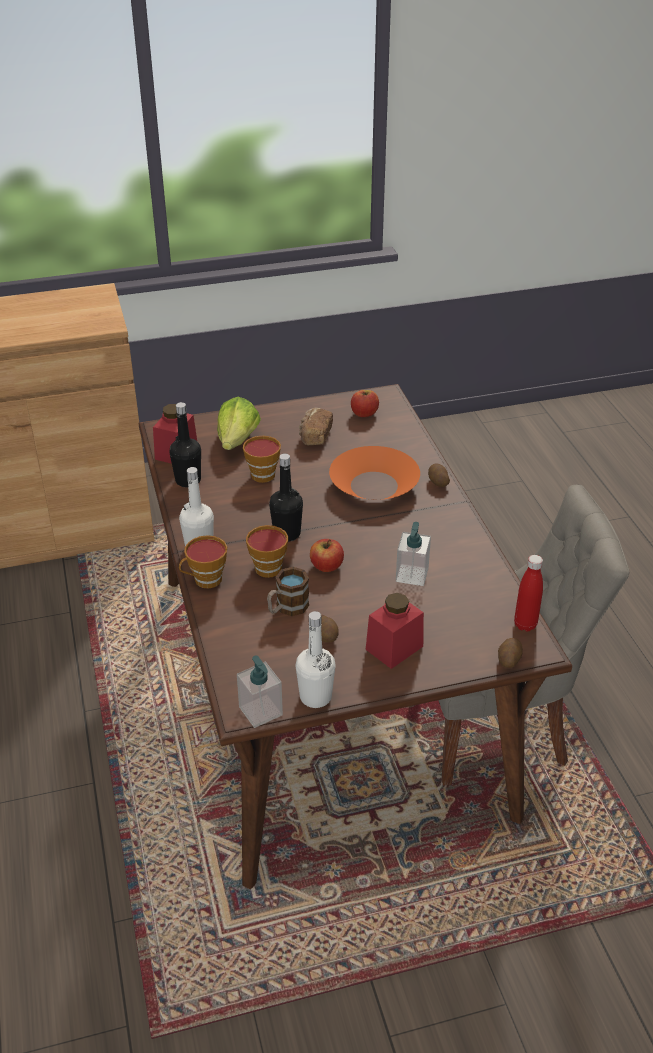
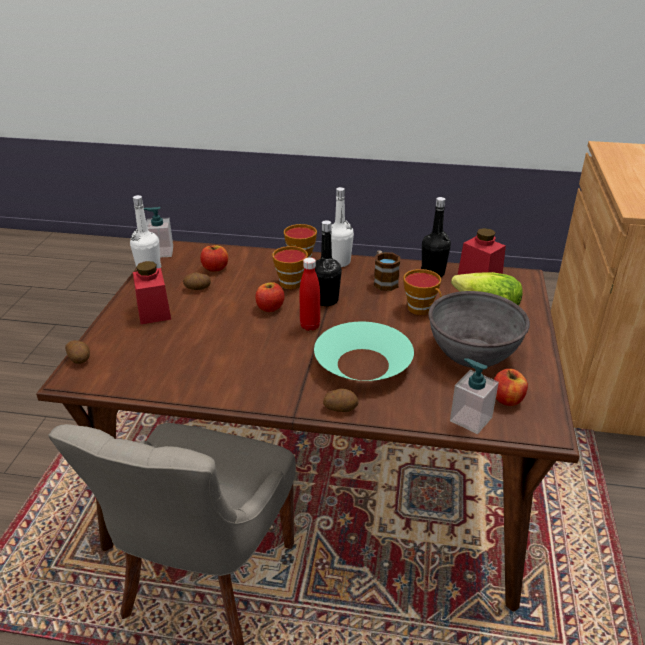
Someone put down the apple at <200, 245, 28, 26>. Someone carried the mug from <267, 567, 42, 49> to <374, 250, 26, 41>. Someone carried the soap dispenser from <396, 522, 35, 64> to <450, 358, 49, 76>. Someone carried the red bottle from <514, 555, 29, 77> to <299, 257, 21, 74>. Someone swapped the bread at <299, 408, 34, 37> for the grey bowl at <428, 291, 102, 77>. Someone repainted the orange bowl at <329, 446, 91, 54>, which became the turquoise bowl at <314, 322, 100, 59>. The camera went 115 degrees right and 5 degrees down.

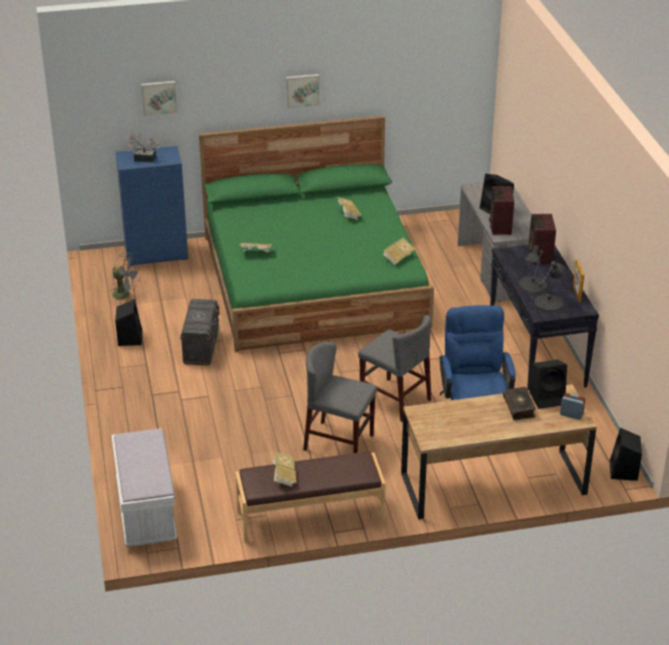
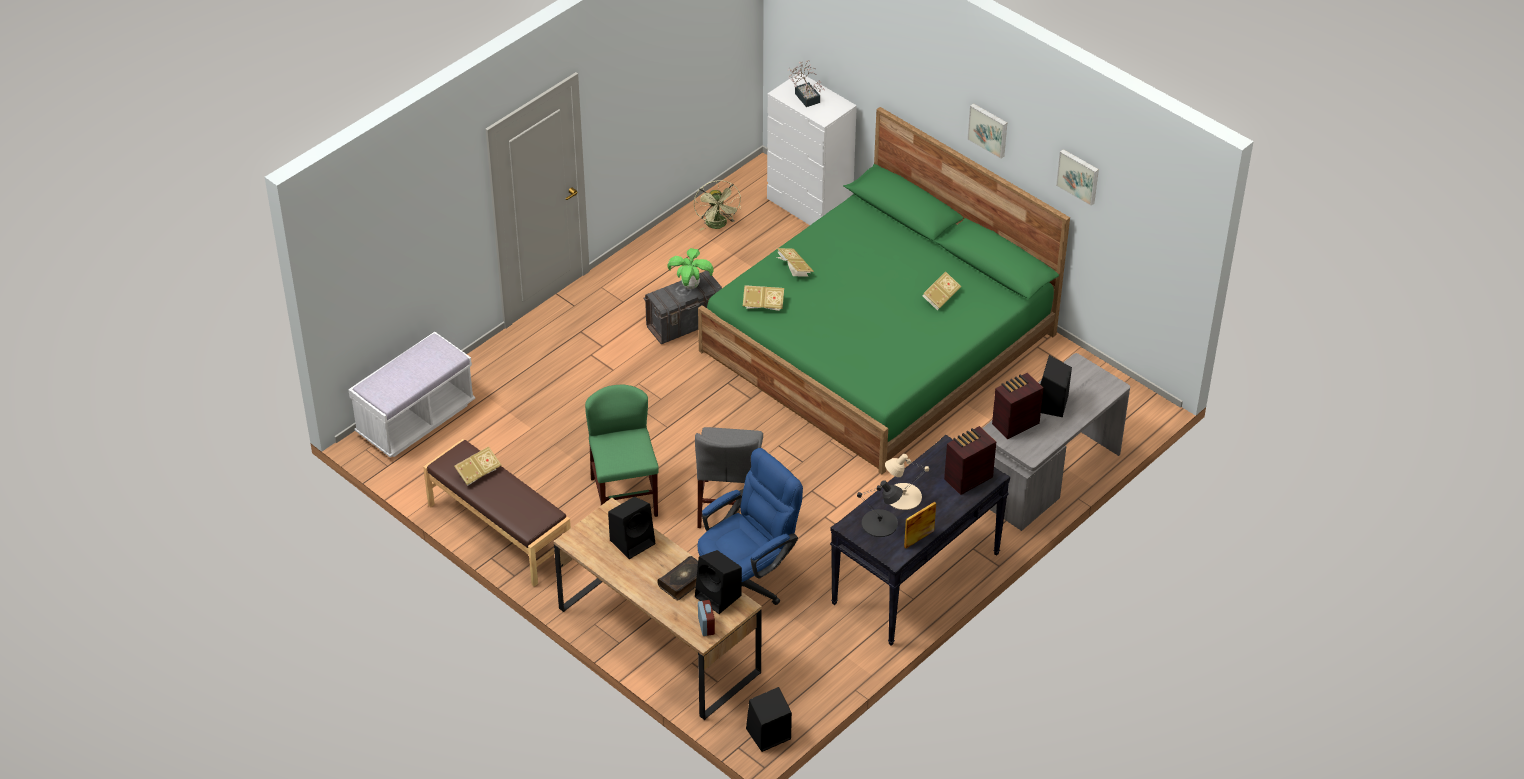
Someone put down the potted plant at <667, 248, 47, 41>. Someone carried the black speaker from <115, 299, 28, 47> to <608, 497, 48, 62>. Someone carried the picture from <141, 81, 36, 35> to <1056, 149, 43, 57>. Someone carried the book from <383, 238, 33, 27> to <743, 285, 41, 26>. Someone repainted the grey fan at <112, 253, 29, 51>, which became the green fan at <694, 180, 47, 51>. Someone repainted the blue dresser at <116, 146, 72, 120>, which became the white dresser at <767, 74, 90, 151>. Someone repainted the grey chair at <303, 342, 74, 111>, which became the green chair at <585, 385, 74, 132>. Someone repainted the black table lamp at <519, 245, 28, 48>, which became the beige table lamp at <885, 454, 44, 56>. The camera went 55 degrees right and 10 degrees up.

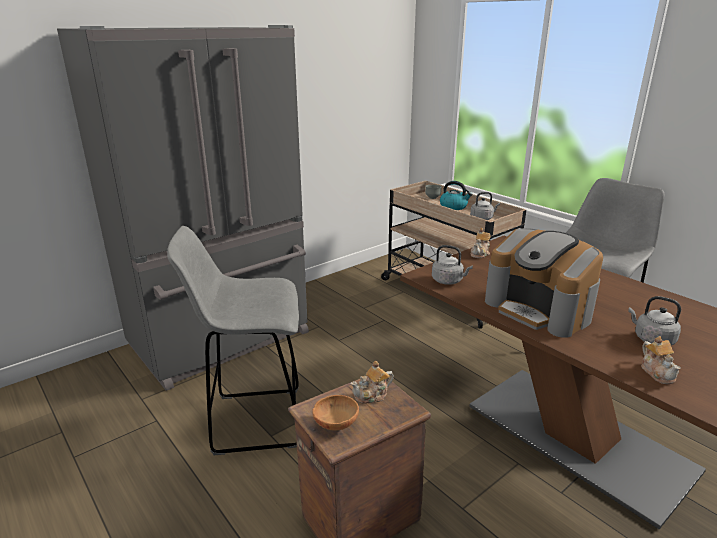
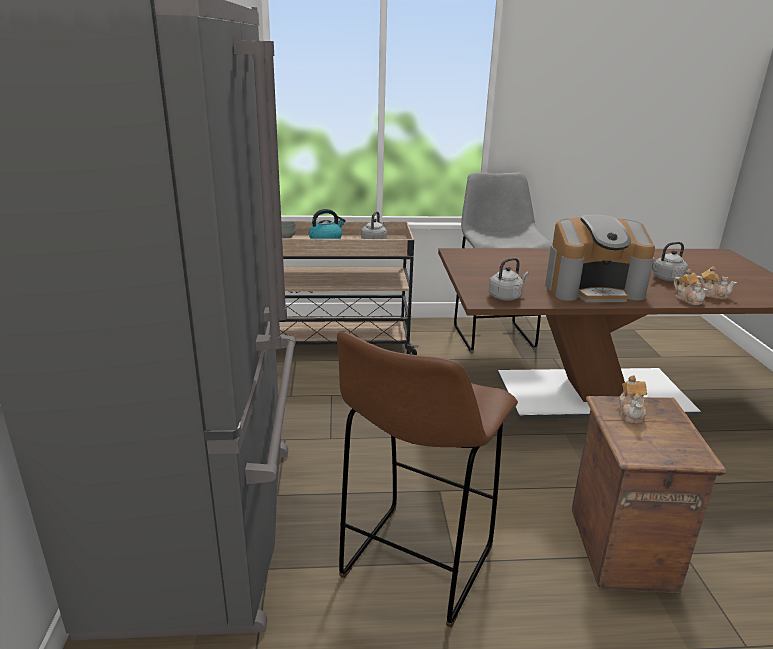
Someone took away the brown bowl at <312, 395, 47, 36>. Someone carried the teapot from <471, 228, 20, 30> to <674, 269, 34, 36>. Someone repainted the grey stool at <167, 226, 132, 229>, which became the brown stool at <337, 332, 181, 296>. The camera went 55 degrees left and 0 degrees up.

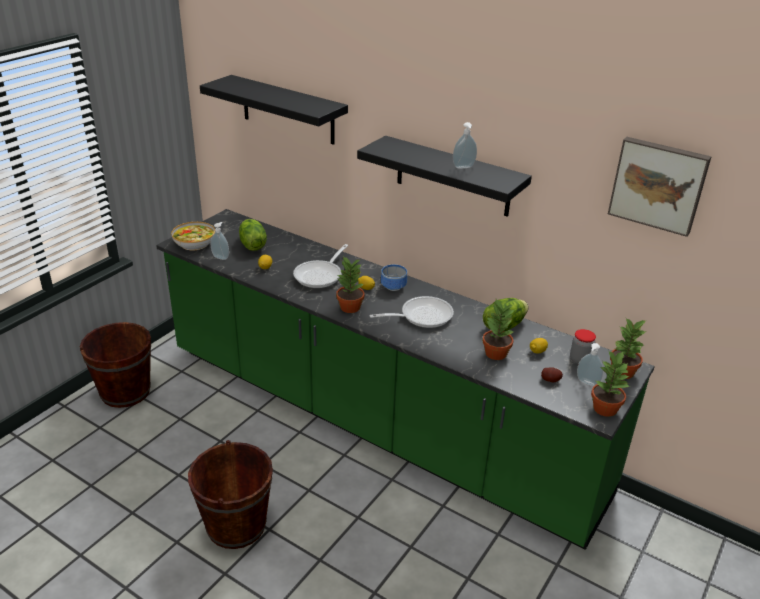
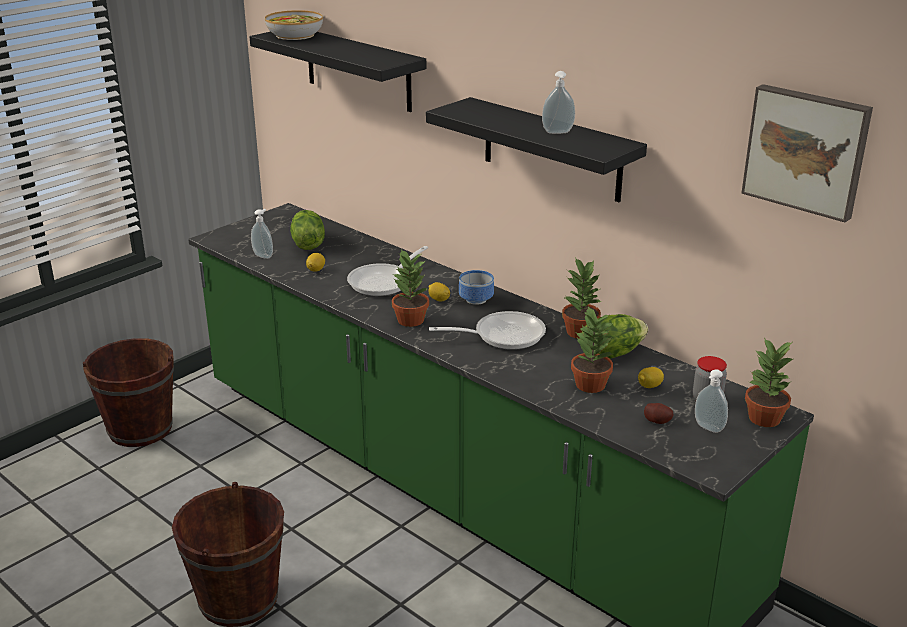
Someone carried the bowl from <171, 222, 44, 28> to <265, 10, 58, 30>. Someone carried the potted plant from <591, 352, 38, 65> to <562, 257, 41, 82>. The camera went 10 degrees right and 5 degrees down.

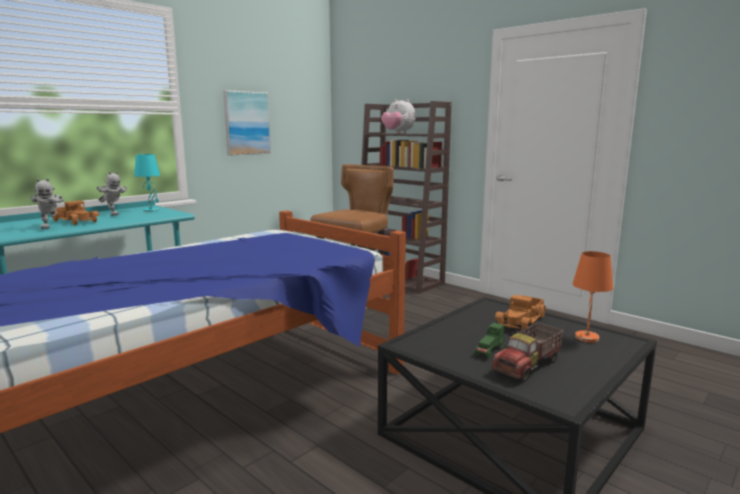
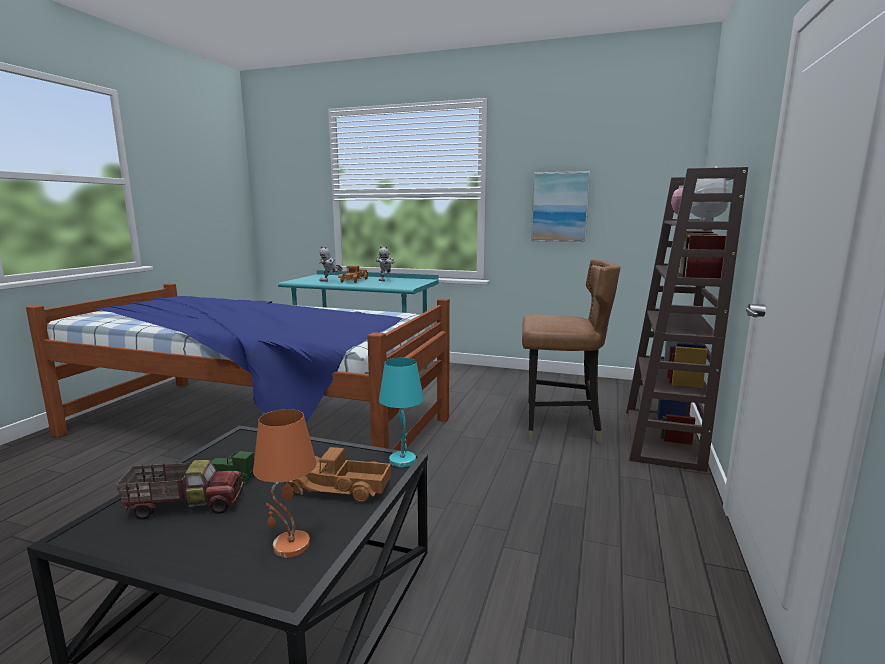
Someone carried the turquoise table lamp from <134, 154, 26, 58> to <379, 358, 45, 109>. Someone rotated the toy truck at <492, 322, 72, 60> by 150 degrees clockwise. The camera went 65 degrees right and 0 degrees up.

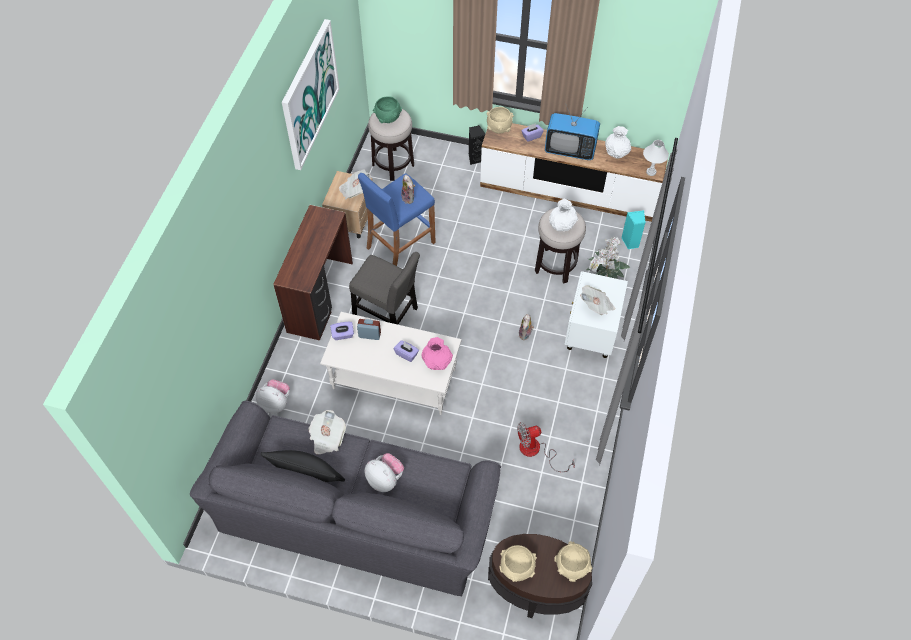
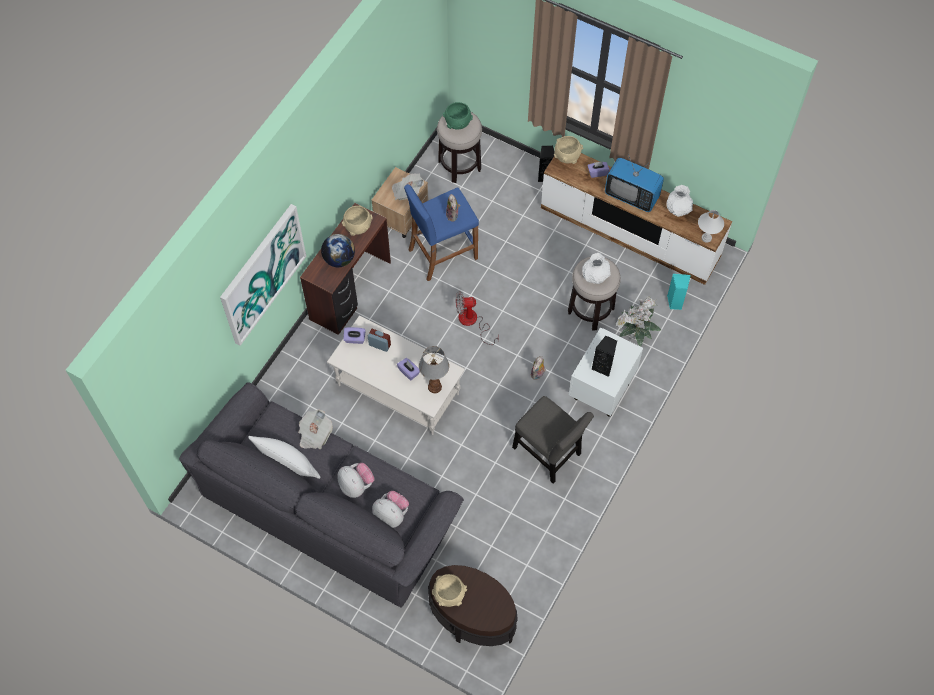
Someone put down the globe at <321, 234, 34, 33>. Someone carried the plush toy from <256, 379, 34, 34> to <372, 491, 37, 37>. Someone carried the picture from <282, 19, 58, 151> to <220, 204, 86, 142>. Someone carried the grey chair from <349, 252, 71, 72> to <512, 396, 82, 88>. Someone carried the fan from <517, 422, 58, 50> to <456, 291, 43, 54>. Someone carried the beige bowl from <554, 541, 39, 41> to <342, 205, 31, 31>. Someone swapped the pink vase at <422, 337, 31, 33> for the table lamp at <419, 346, 30, 47>. Someone swapped the newspaper at <580, 285, 35, 30> for the black speaker at <592, 336, 25, 41>. Someone repainted the black pillow at <261, 450, 84, 32>, which became the white pillow at <248, 436, 72, 43>. The camera went 15 degrees right and 5 degrees up.

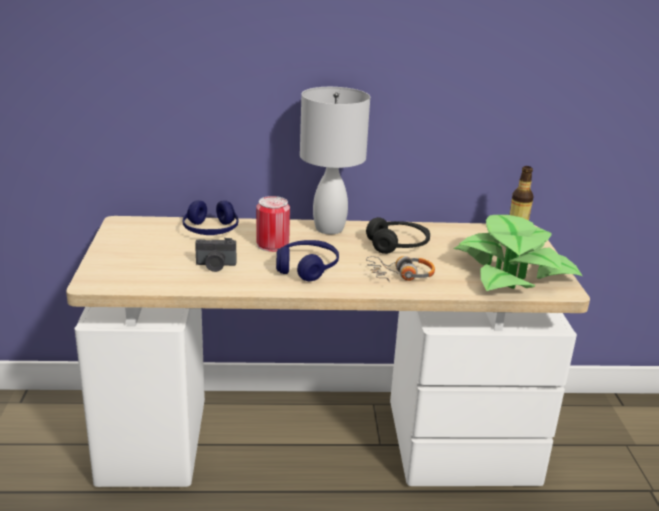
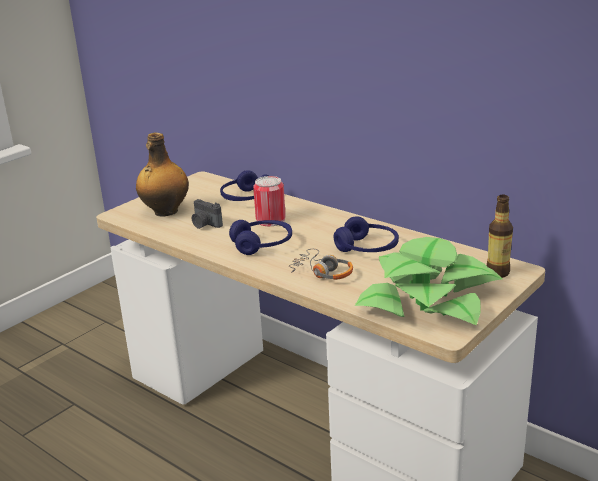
Someone took away the white table lamp at <300, 87, 70, 147>. Someone put down the bottle at <136, 133, 53, 84>. Someone repainted the black headphones at <366, 217, 64, 37>, which became the blue headphones at <334, 216, 65, 36>. The camera went 45 degrees right and 0 degrees up.

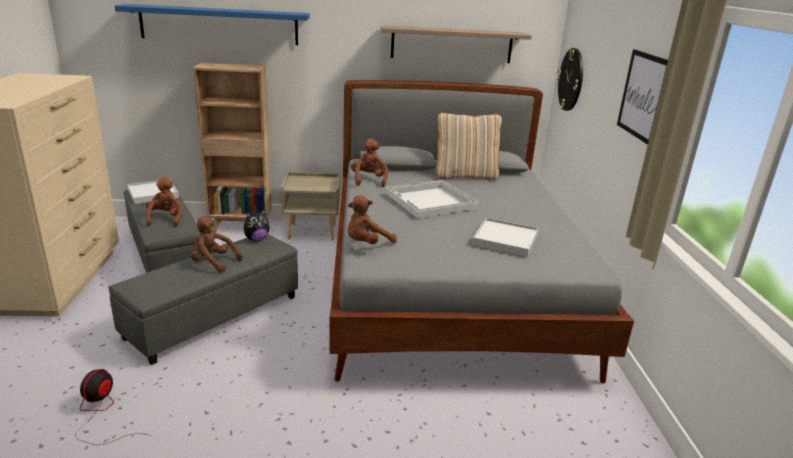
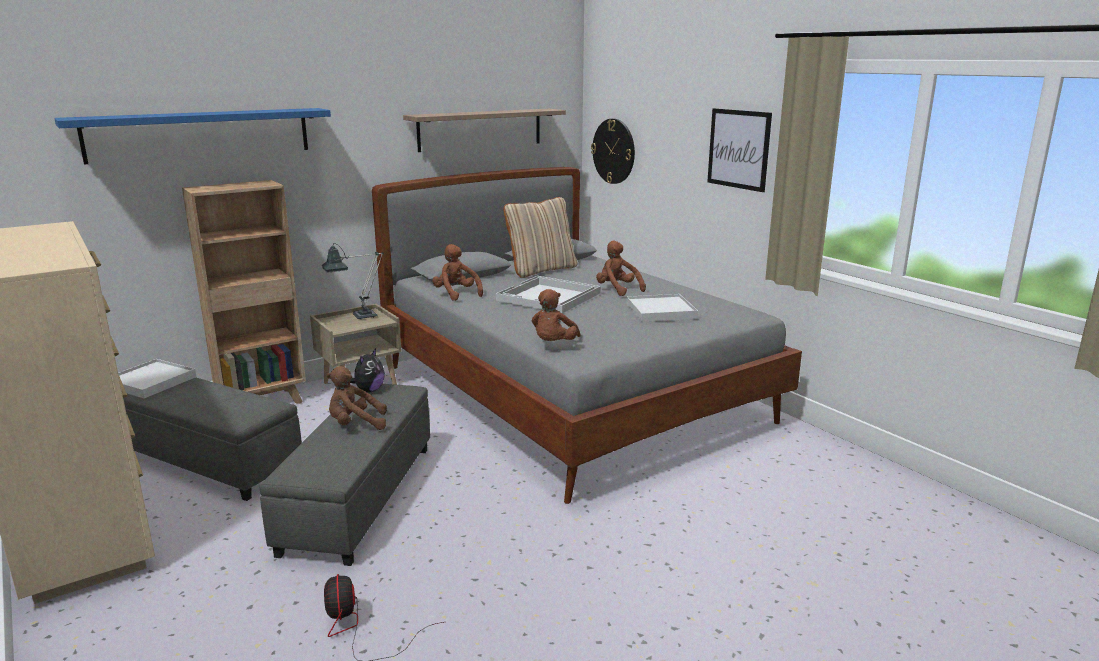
Someone put down the table lamp at <322, 243, 62, 76>. Someone carried the brown plush toy from <145, 177, 37, 50> to <596, 241, 50, 55>. The camera went 30 degrees left and 5 degrees down.

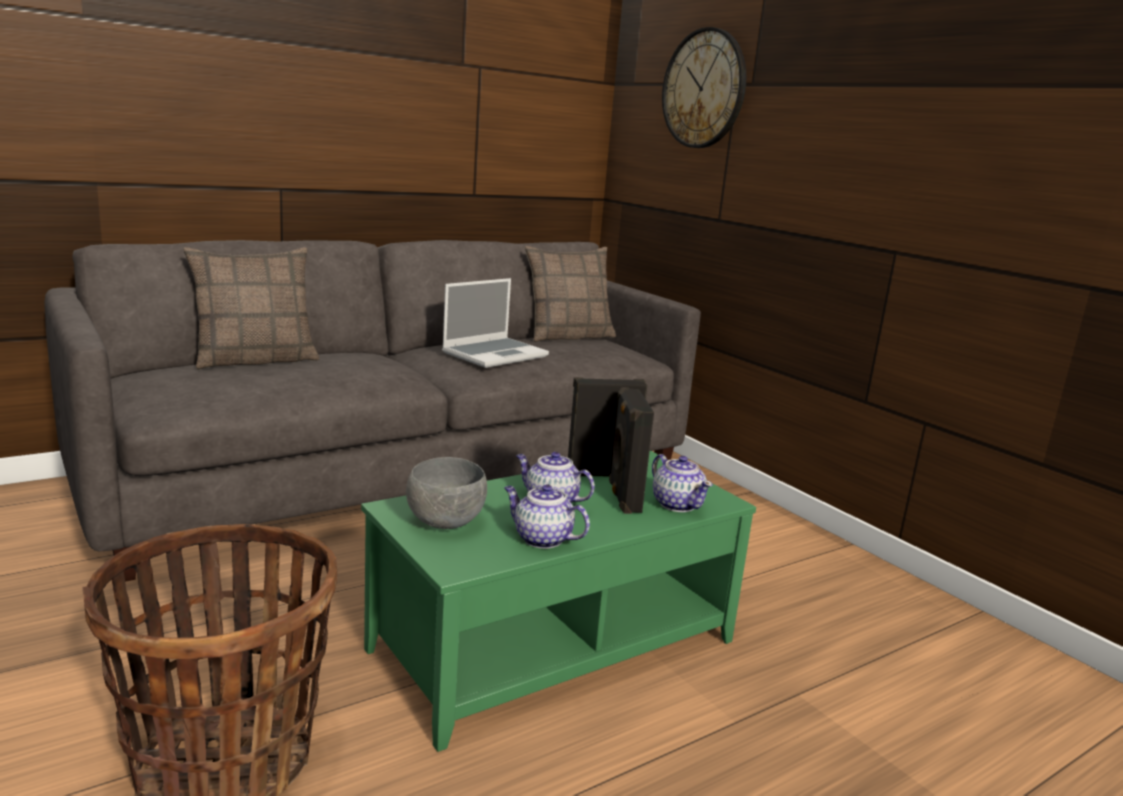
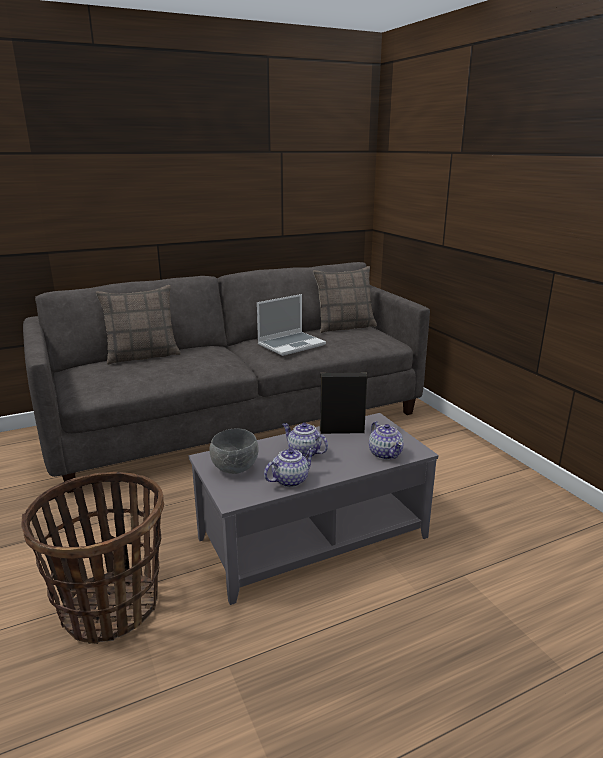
Someone took away the black speaker at <609, 387, 45, 127>. Someone took away the wall clock at <662, 27, 84, 121>. Someone repainted the green coffee table at <361, 451, 395, 301>, which became the grey coffee table at <189, 413, 249, 192>. Someone rotated the teapot at <504, 484, 86, 65> by 105 degrees clockwise. The camera went 10 degrees right and 5 degrees up.

